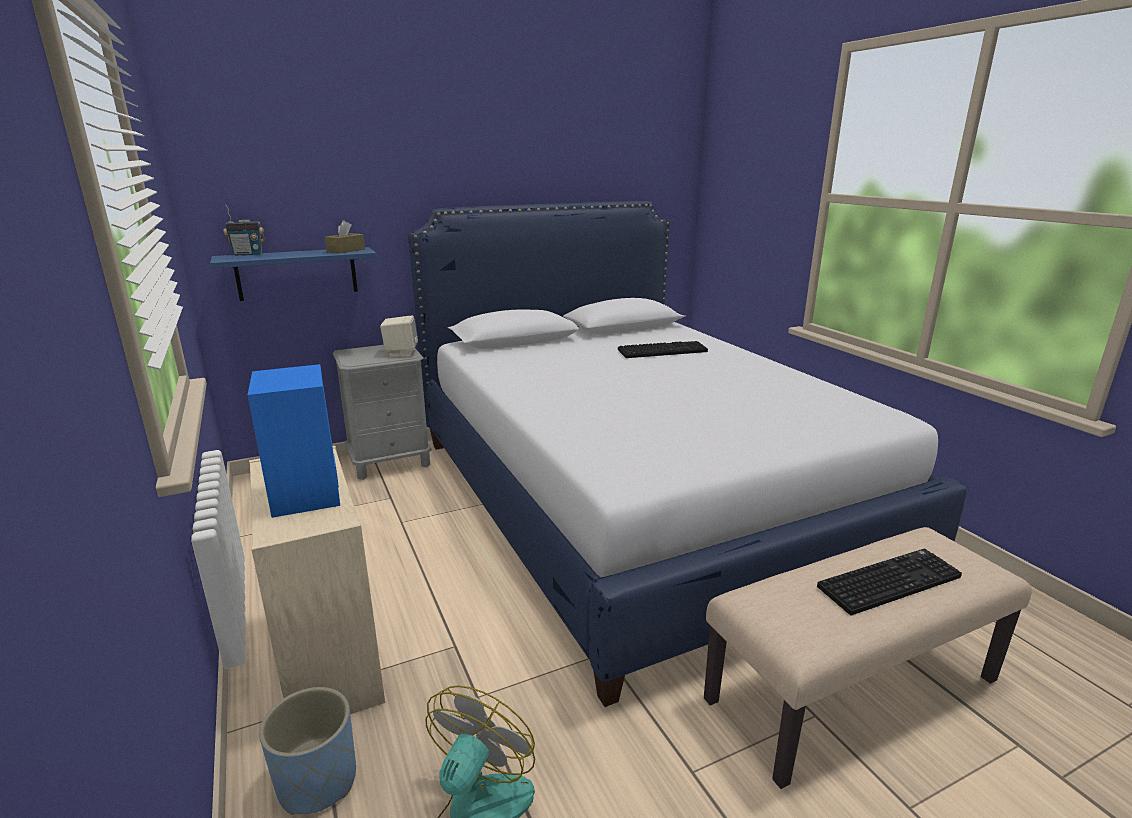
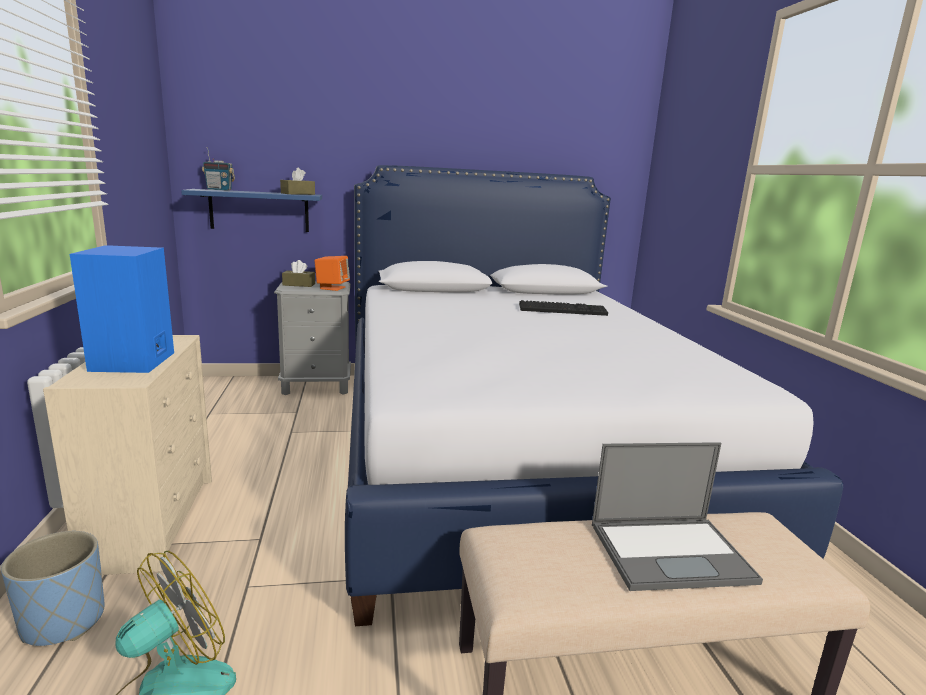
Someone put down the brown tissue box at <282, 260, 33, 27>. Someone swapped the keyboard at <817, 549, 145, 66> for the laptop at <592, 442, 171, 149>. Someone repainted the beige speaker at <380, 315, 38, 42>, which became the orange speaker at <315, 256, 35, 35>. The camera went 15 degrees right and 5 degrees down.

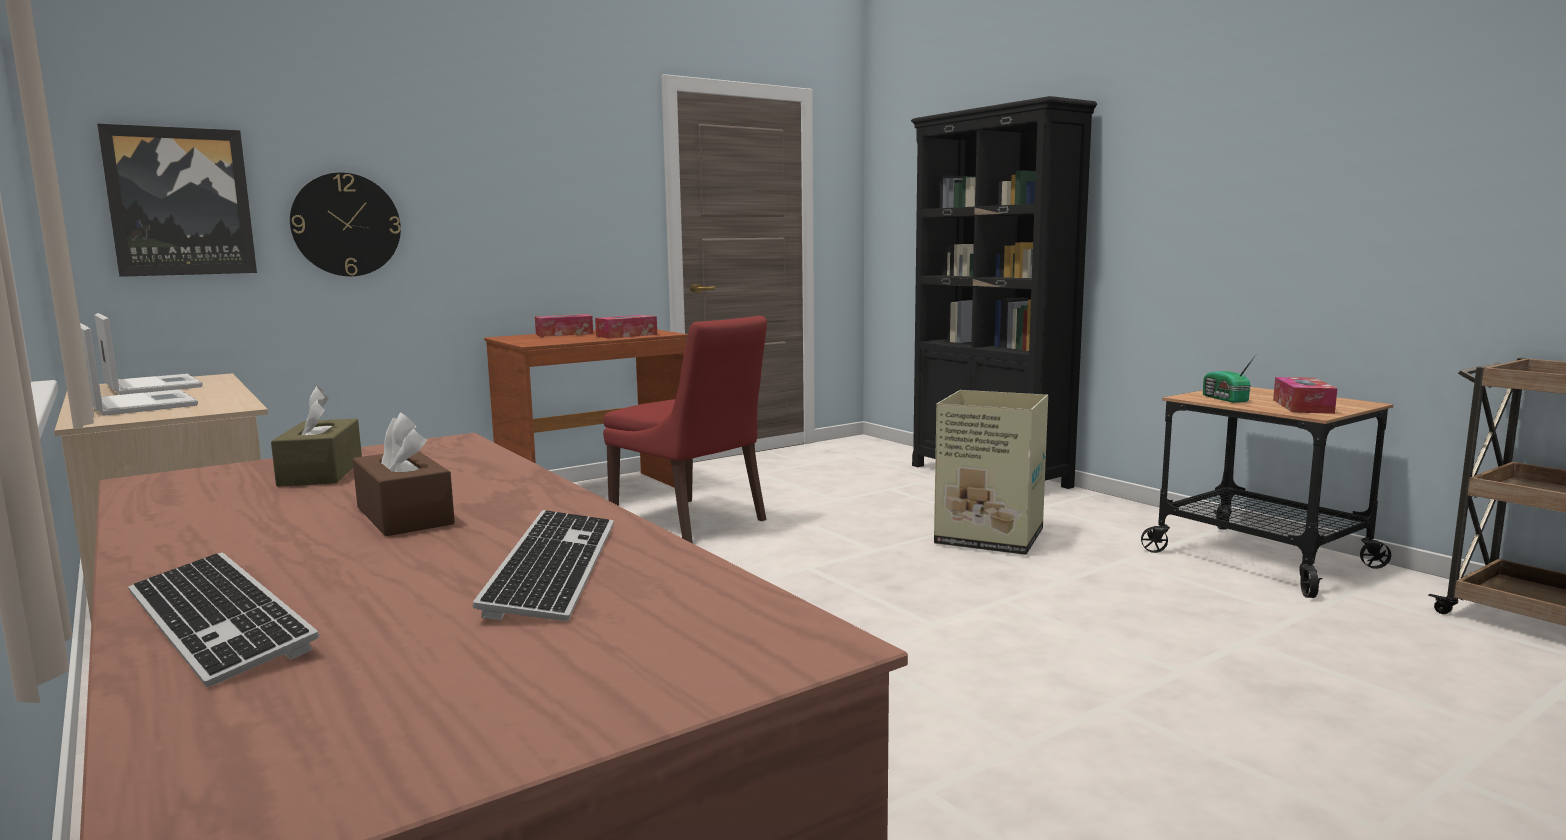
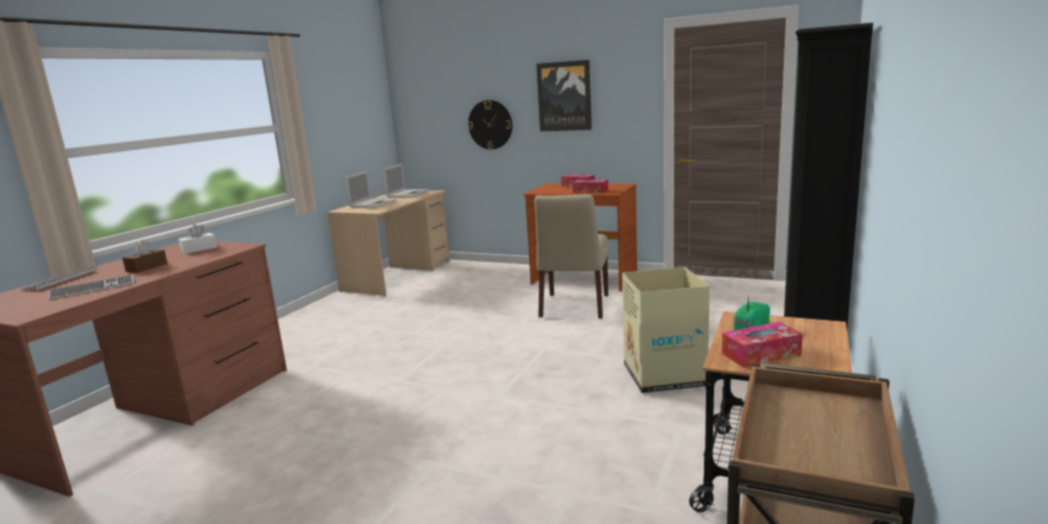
Someone carried the picture from <97, 124, 160, 153> to <536, 60, 56, 71>. Someone repainted the brown tissue box at <271, 386, 91, 101>, which became the white tissue box at <178, 224, 39, 30>. Someone repainted the red chair at <603, 316, 164, 227>, which became the beige chair at <535, 194, 74, 125>. The camera went 60 degrees right and 5 degrees up.

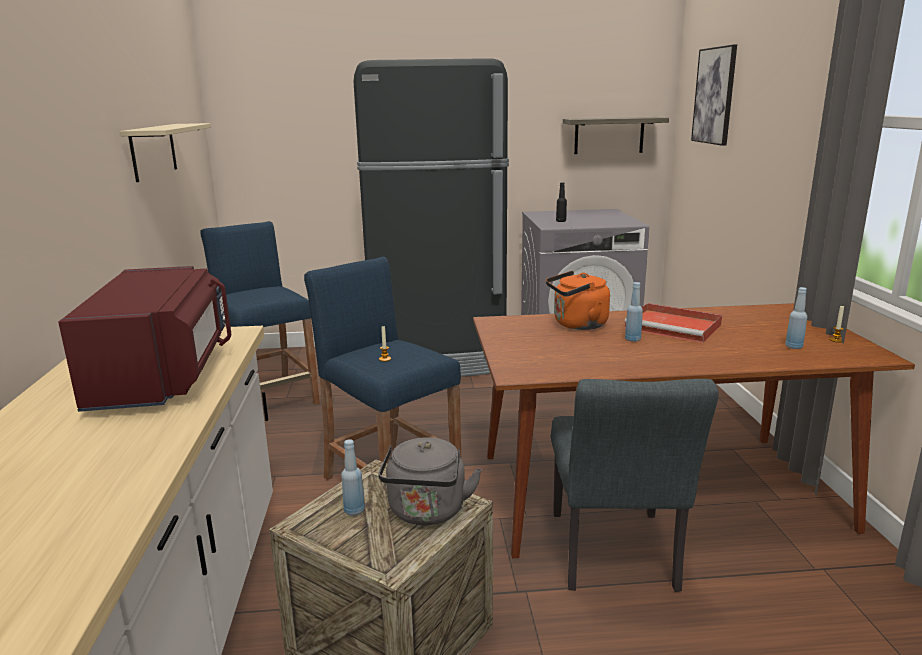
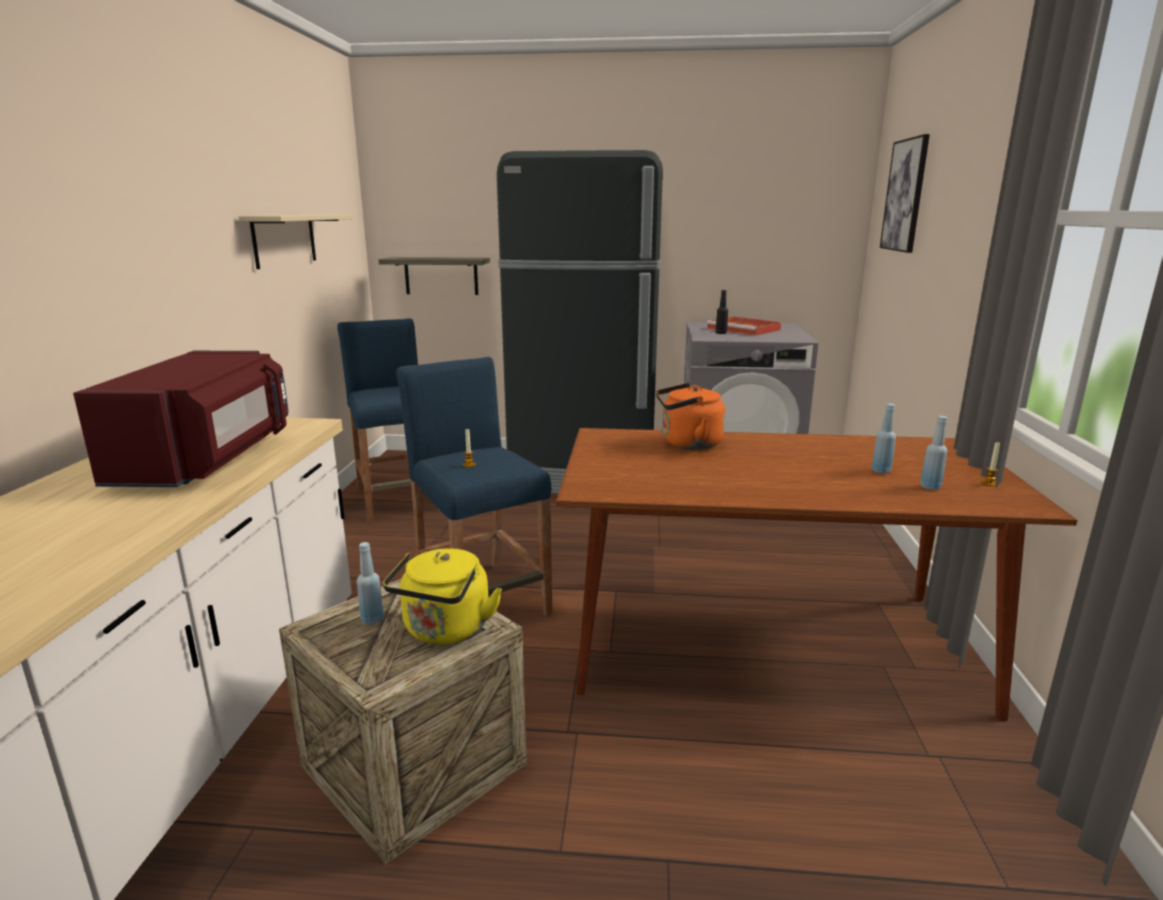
Someone took away the grey chair at <551, 379, 168, 213>. Someone carried the shelf from <563, 117, 106, 37> to <379, 257, 111, 38>. Someone carried the red tray from <624, 303, 98, 40> to <707, 316, 74, 20>. Someone carried the blue bottle from <625, 282, 18, 60> to <872, 404, 24, 70>. Someone repainted the grey kettle at <379, 437, 103, 88>, which became the yellow kettle at <383, 548, 119, 96>. The camera went 10 degrees right and 0 degrees up.

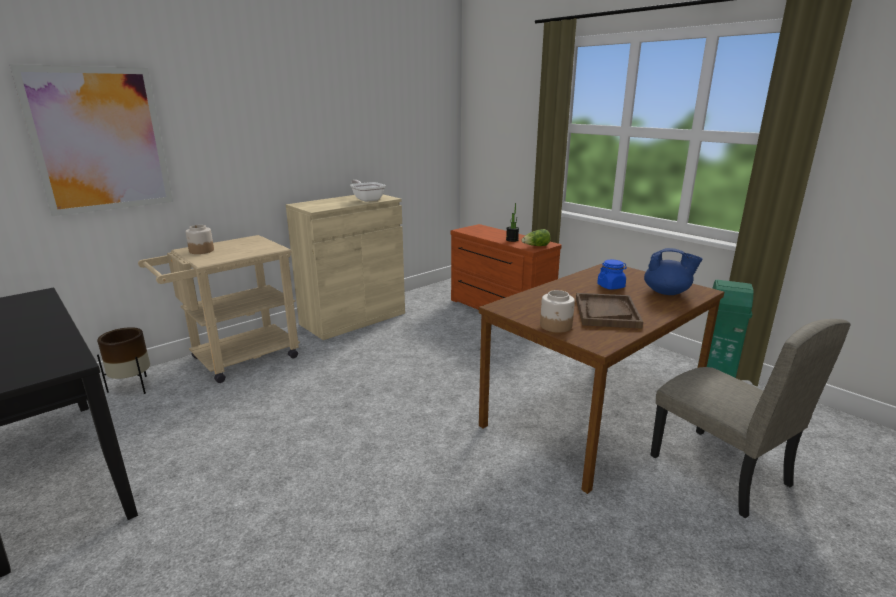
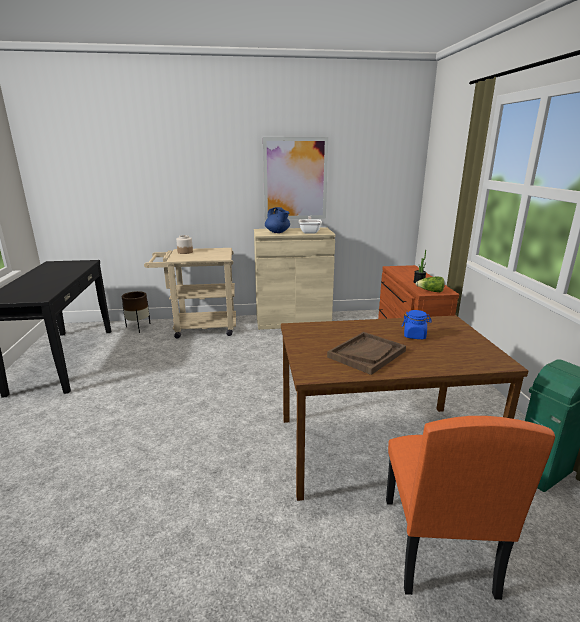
Someone took away the jar at <540, 290, 35, 43>. Someone carried the picture from <10, 64, 163, 152> to <263, 137, 65, 83>. Someone carried the blue teapot from <644, 248, 59, 47> to <265, 207, 25, 26>. Someone repainted the beige chair at <650, 319, 200, 199>, which became the orange chair at <386, 416, 169, 184>. The camera went 35 degrees right and 0 degrees up.

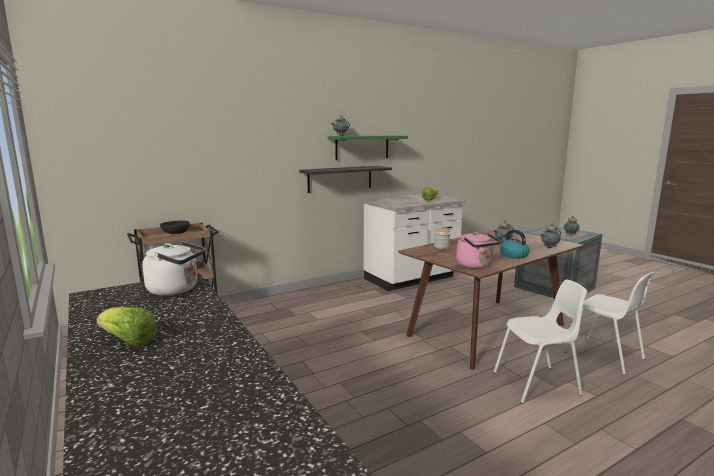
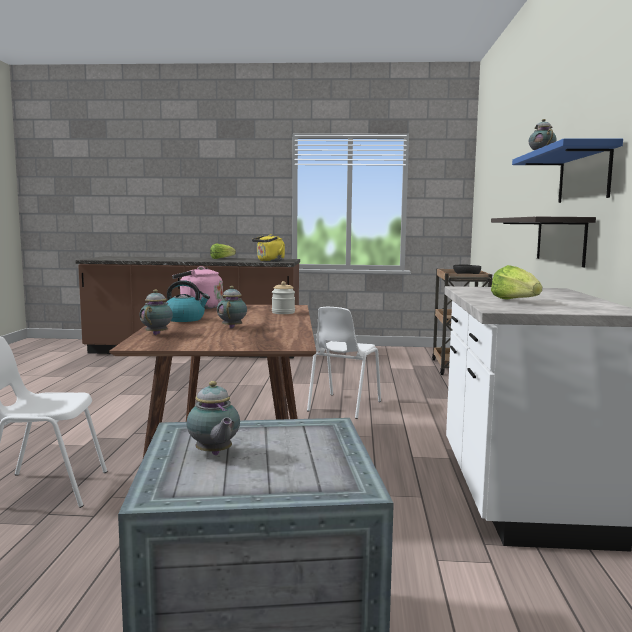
Someone carried the white chair from <494, 279, 93, 125> to <307, 307, 74, 112>. Someone repainted the white kettle at <142, 241, 63, 55>, which became the yellow kettle at <252, 234, 33, 28>. Someone repainted the green shelf at <328, 135, 80, 25>, which became the blue shelf at <512, 138, 111, 65>. The camera went 125 degrees right and 5 degrees down.

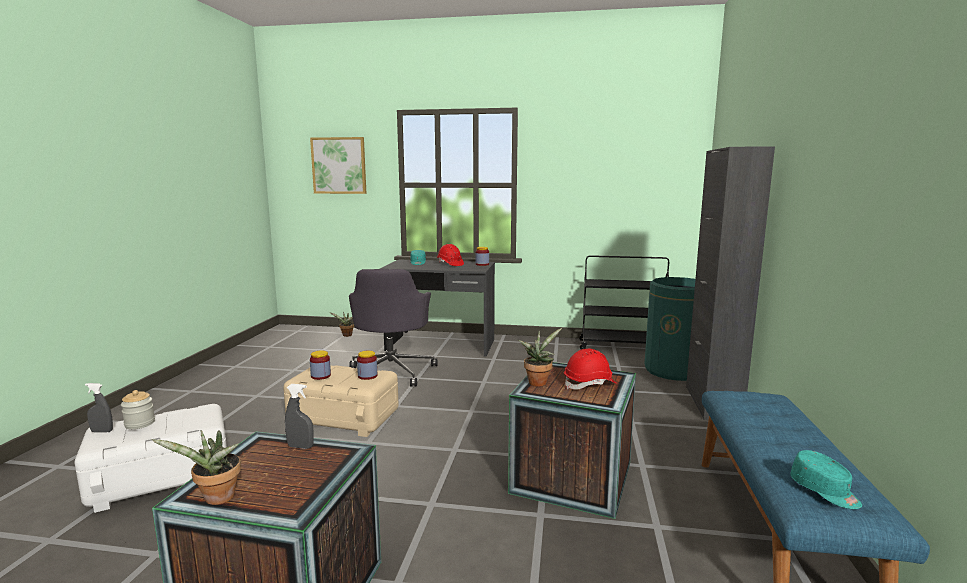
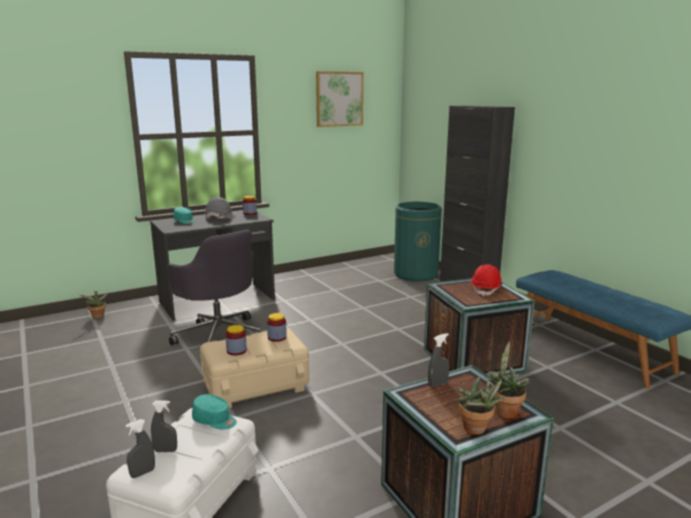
Someone took away the black cart at <579, 255, 90, 95>. Someone carried the picture from <310, 137, 56, 57> to <316, 71, 48, 56>. Someone carried the potted plant from <518, 328, 44, 58> to <485, 341, 44, 78>. Someone carried the turquoise cap from <791, 450, 71, 59> to <192, 394, 45, 35>. Someone swapped the jar at <121, 390, 34, 39> for the grey spray bottle at <151, 400, 26, 52>. Someone repainted the red hard hat at <437, 244, 27, 22>, which became the grey hard hat at <205, 197, 31, 22>. The camera went 40 degrees left and 5 degrees up.

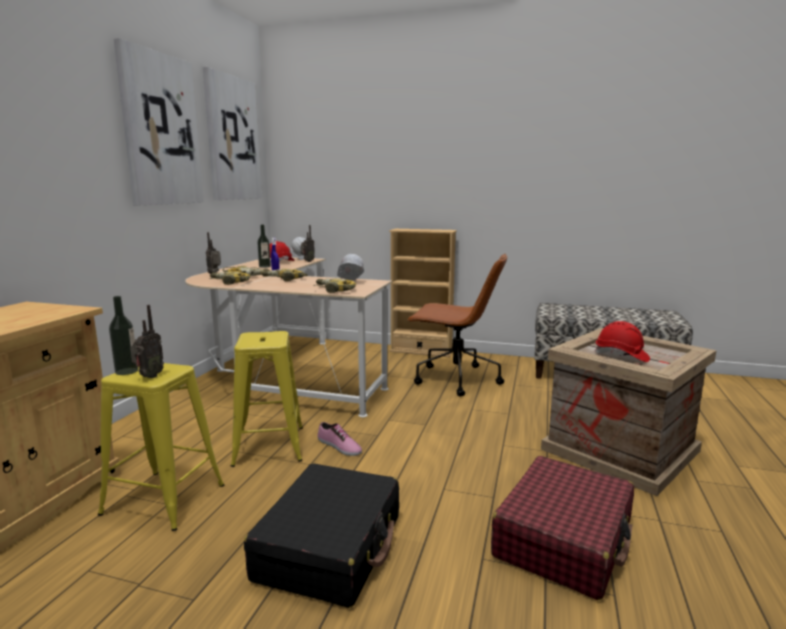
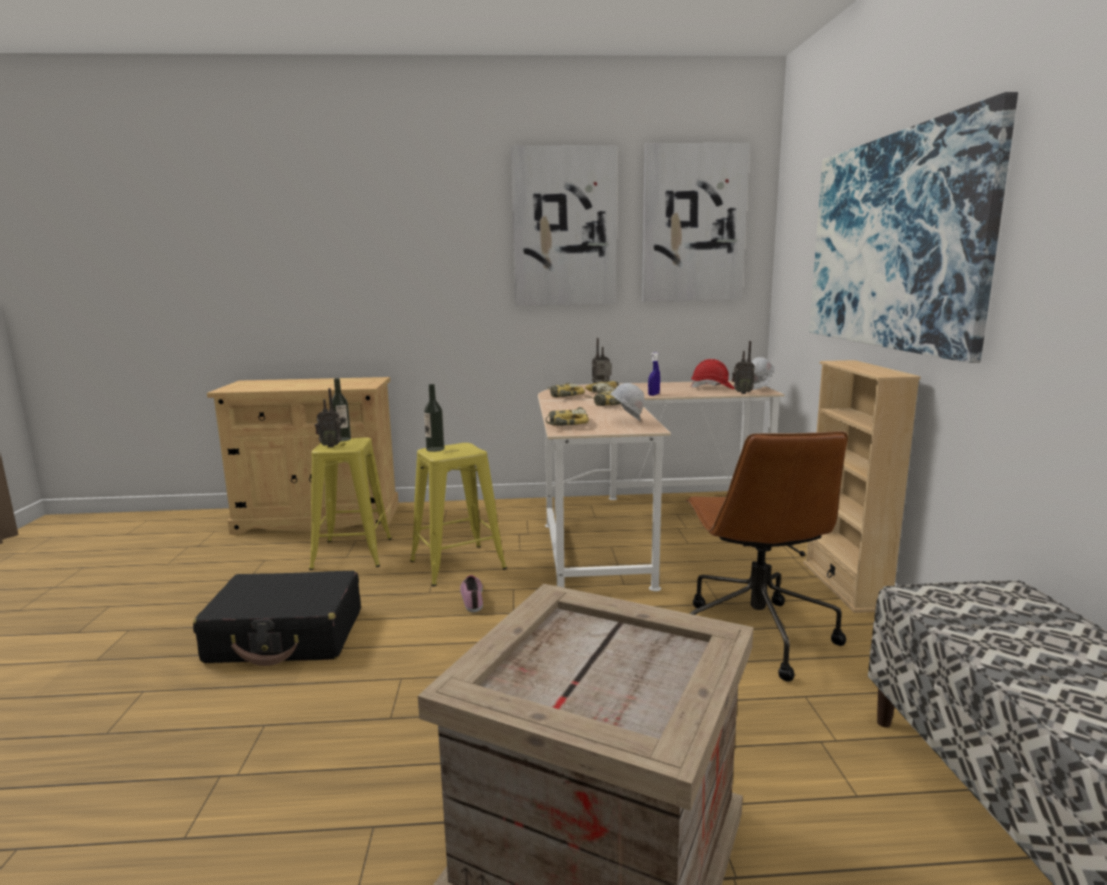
Someone took away the red suitcase at <491, 456, 143, 144>. Someone took away the red hard hat at <595, 321, 55, 41>. Someone put up the picture at <809, 92, 209, 271>. Someone carried the bottle from <257, 224, 14, 44> to <424, 384, 20, 68>. Someone rotated the shoe at <317, 422, 45, 34> by 150 degrees clockwise. The camera went 70 degrees right and 0 degrees up.

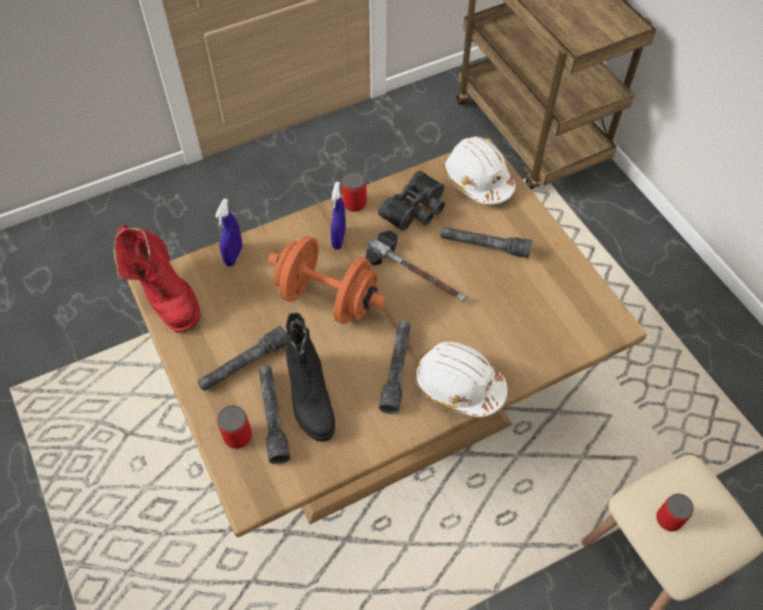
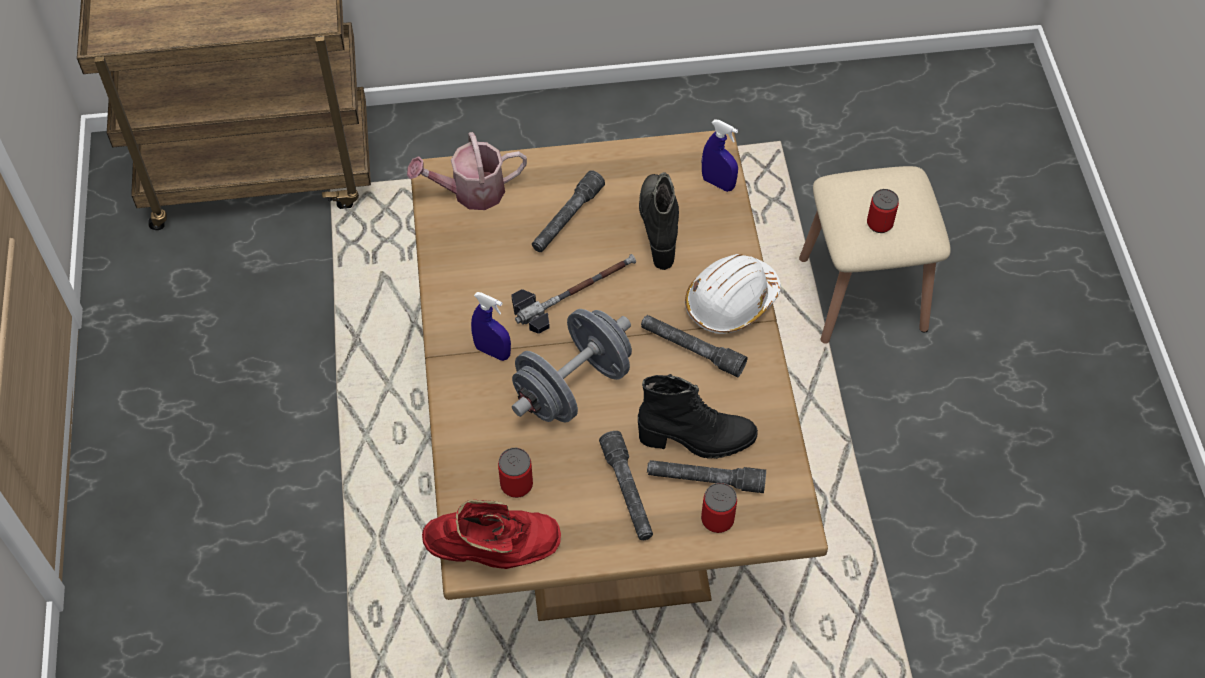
Someone took away the black binoculars at <378, 170, 67, 61>. Someone put down the black boot at <639, 172, 40, 98>. Someone carried the blue spray bottle from <215, 199, 27, 67> to <702, 119, 36, 73>. Someone carried the can from <342, 171, 25, 41> to <498, 448, 35, 50>. Someone swapped the white hard hat at <444, 137, 71, 68> for the watering can at <407, 132, 120, 78>. Someone repainted the orange dumbbell at <268, 236, 118, 88>, which became the grey dumbbell at <512, 309, 120, 114>. The camera went 70 degrees left and 0 degrees up.

